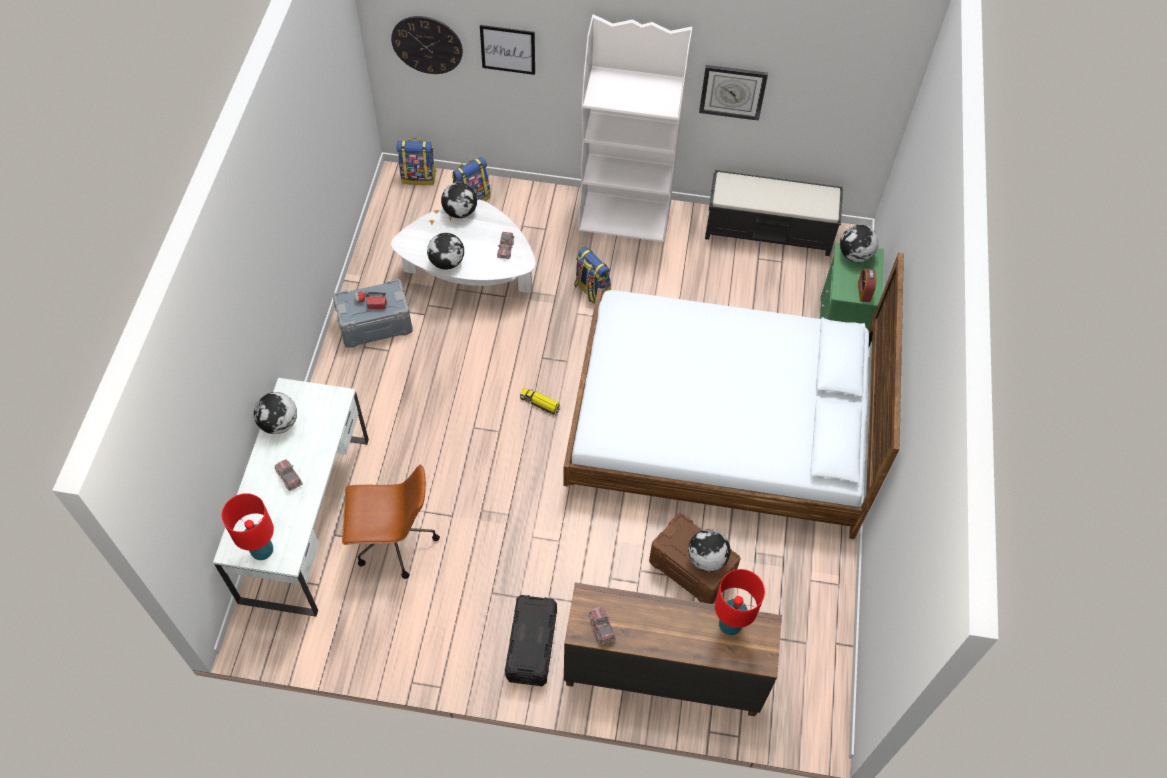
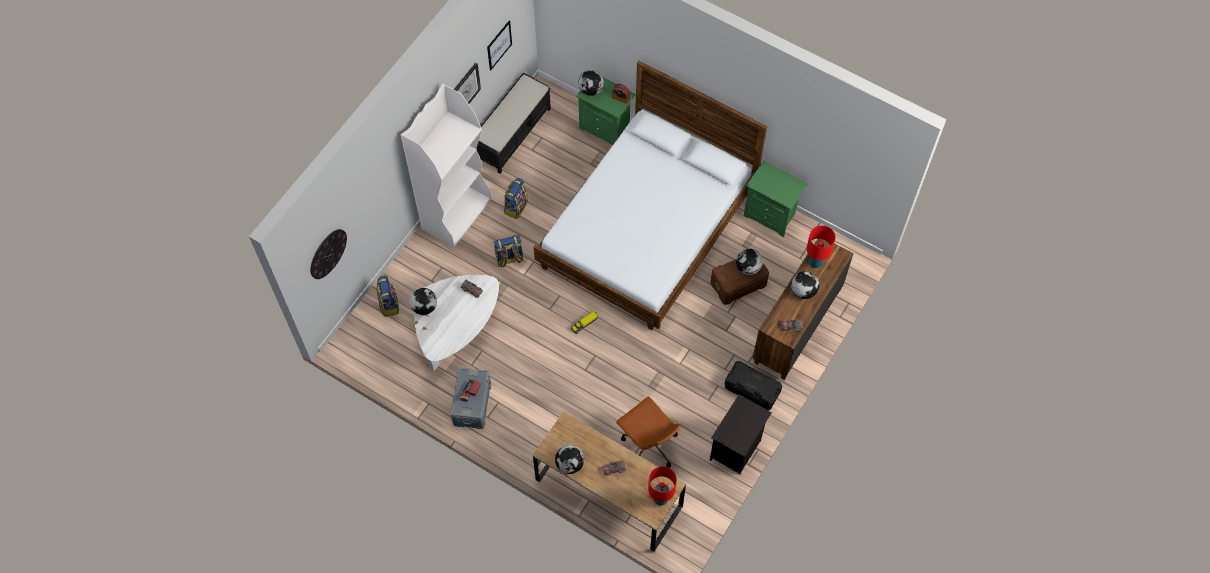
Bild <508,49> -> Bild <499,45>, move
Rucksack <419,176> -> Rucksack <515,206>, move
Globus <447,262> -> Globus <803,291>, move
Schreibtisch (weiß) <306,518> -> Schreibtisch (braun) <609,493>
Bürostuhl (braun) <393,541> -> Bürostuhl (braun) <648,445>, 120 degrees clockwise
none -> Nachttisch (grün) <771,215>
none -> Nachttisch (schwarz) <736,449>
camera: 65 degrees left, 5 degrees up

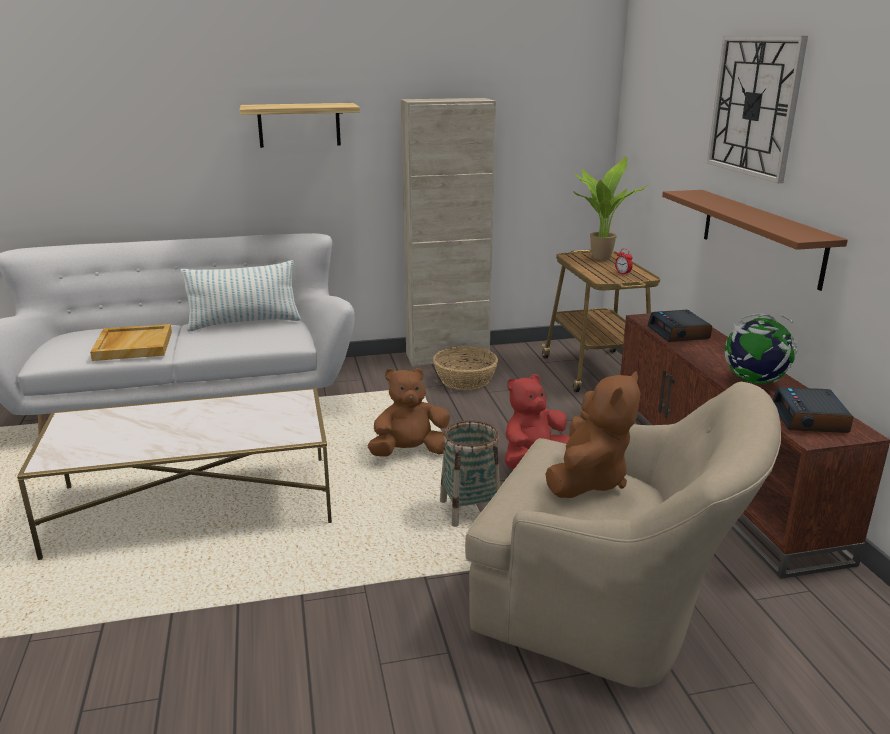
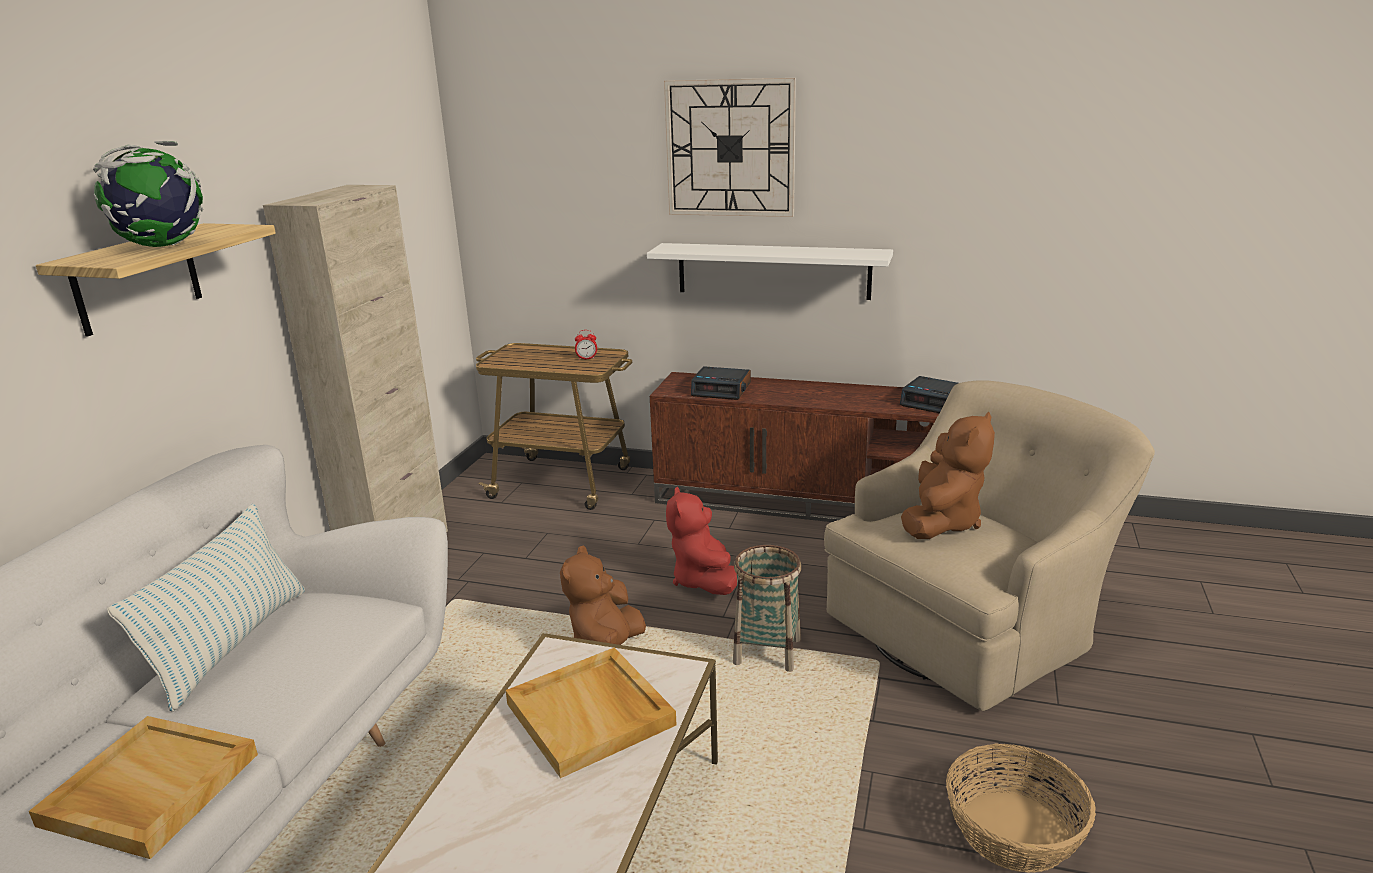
Topfpflanze <599,258> -> none
Wandregal (braun) <760,236> -> Wandregal (weiß) <773,271>
Globus <754,381> -> Globus <161,246>, move
Korb <465,379> -> Korb <1012,830>, move
Plüschtier (braun) <588,480> -> Plüschtier (braun) <942,522>, 60 degrees clockwise
none -> Tablett (beige) <592,714>
camera: 60 degrees left, 0 degrees up

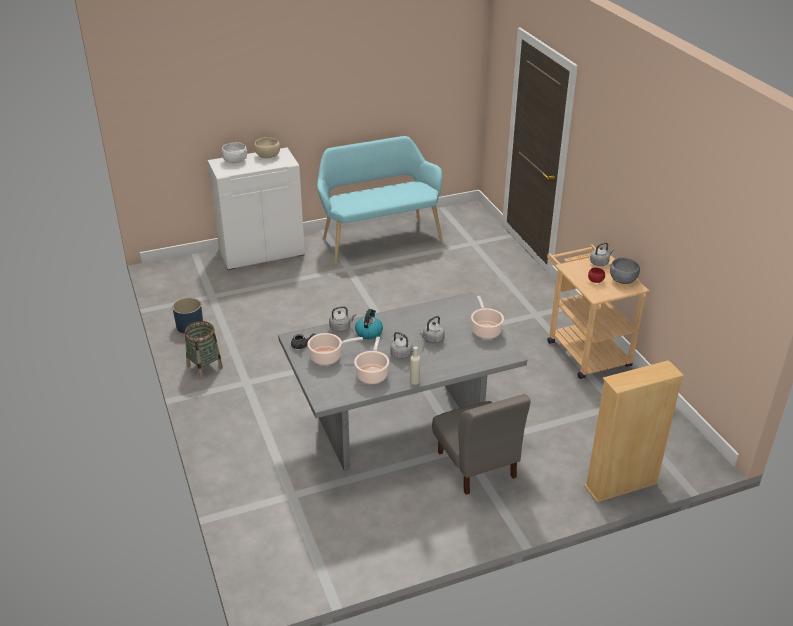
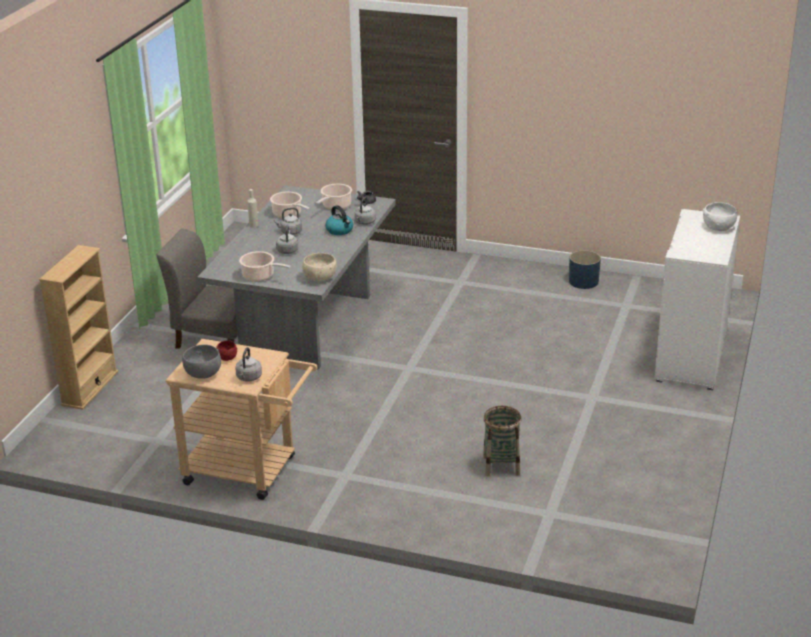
Bank (türkis) <379,238> -> none
Schüssel (beige) <268,156> -> Schüssel (beige) <319,278>, move
Korb <204,367> -> Korb <501,465>, move
camera: 130 degrees right, 5 degrees down

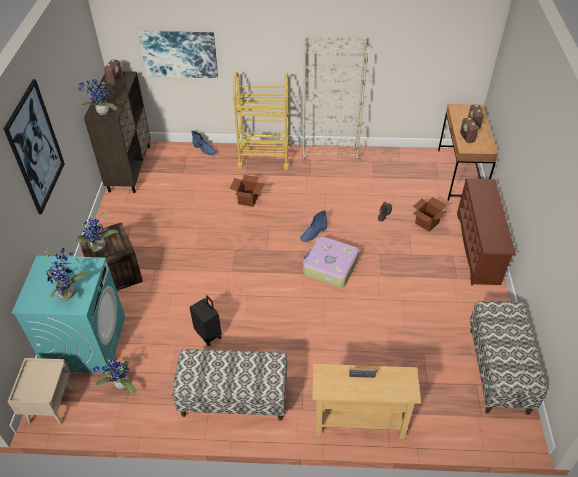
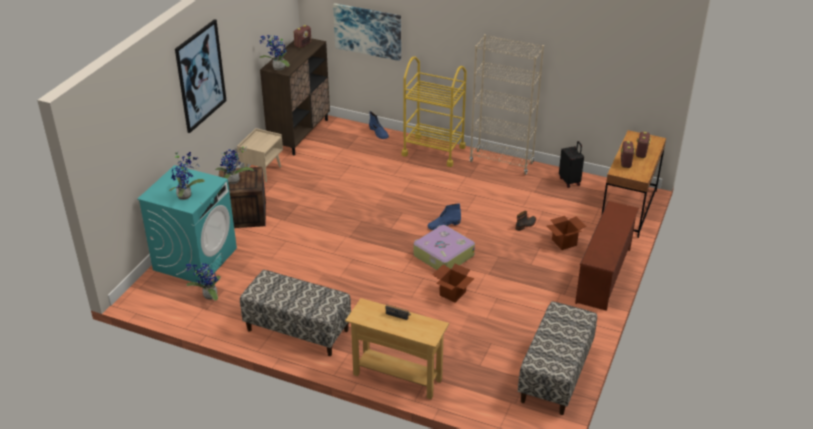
Karton <248,199> -> Karton <452,293>, move
Koffer (schwarz) <209,334> -> Koffer (schwarz) <570,181>, move
Nachttisch (beige) <50,405> -> Nachttisch (beige) <262,171>, move
camera: 20 degrees right, 10 degrees down

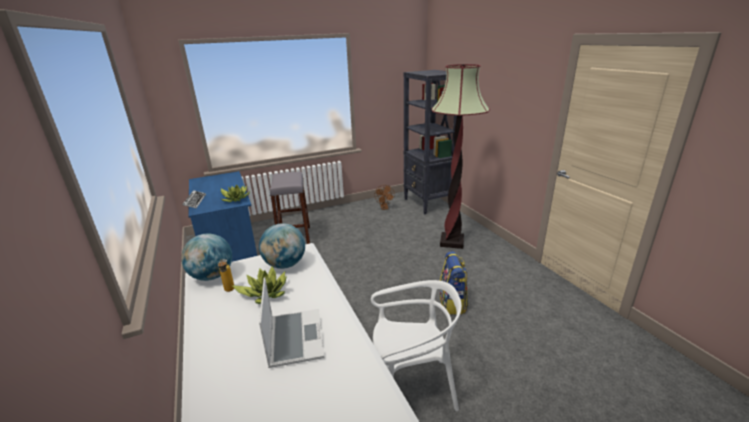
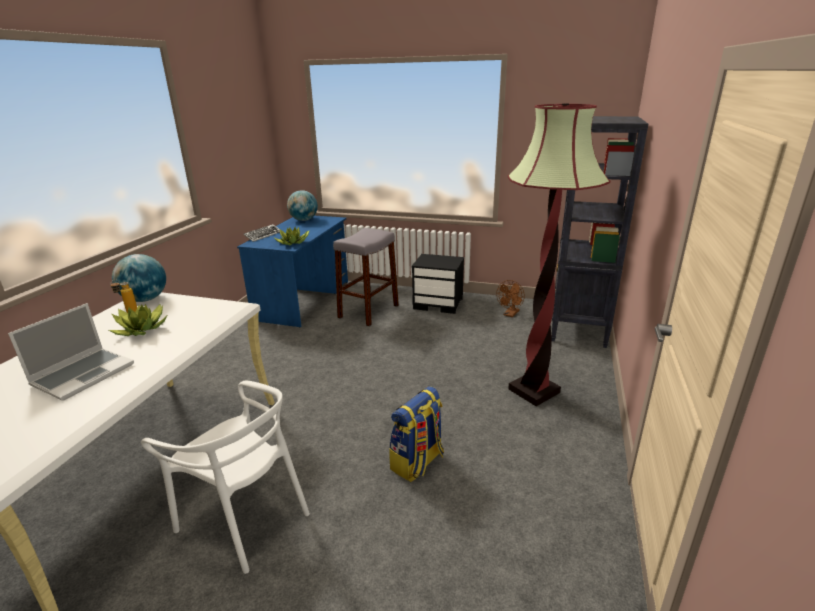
Globus <285,265> -> Globus <304,220>, move
none -> Nachttisch (schwarz) <438,303>
camera: 40 degrees right, 0 degrees up

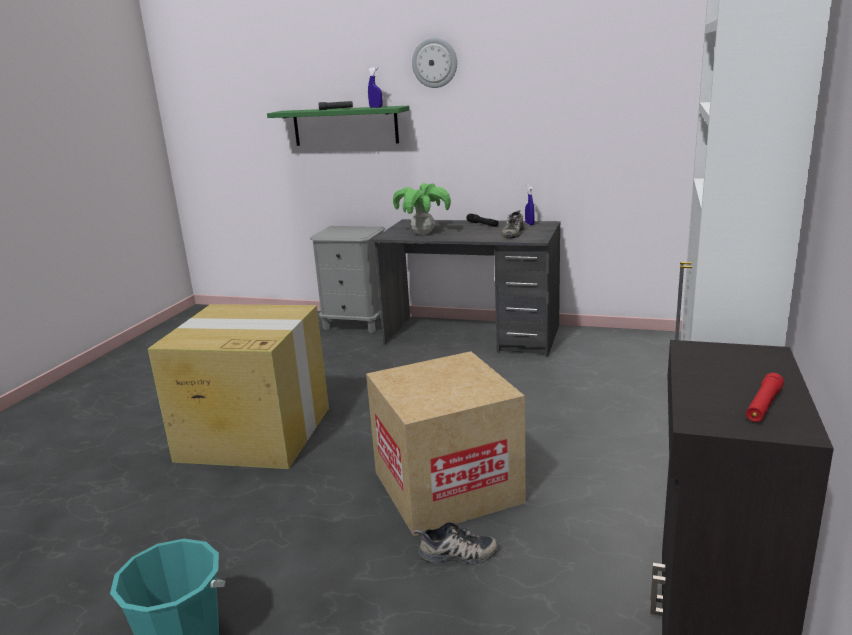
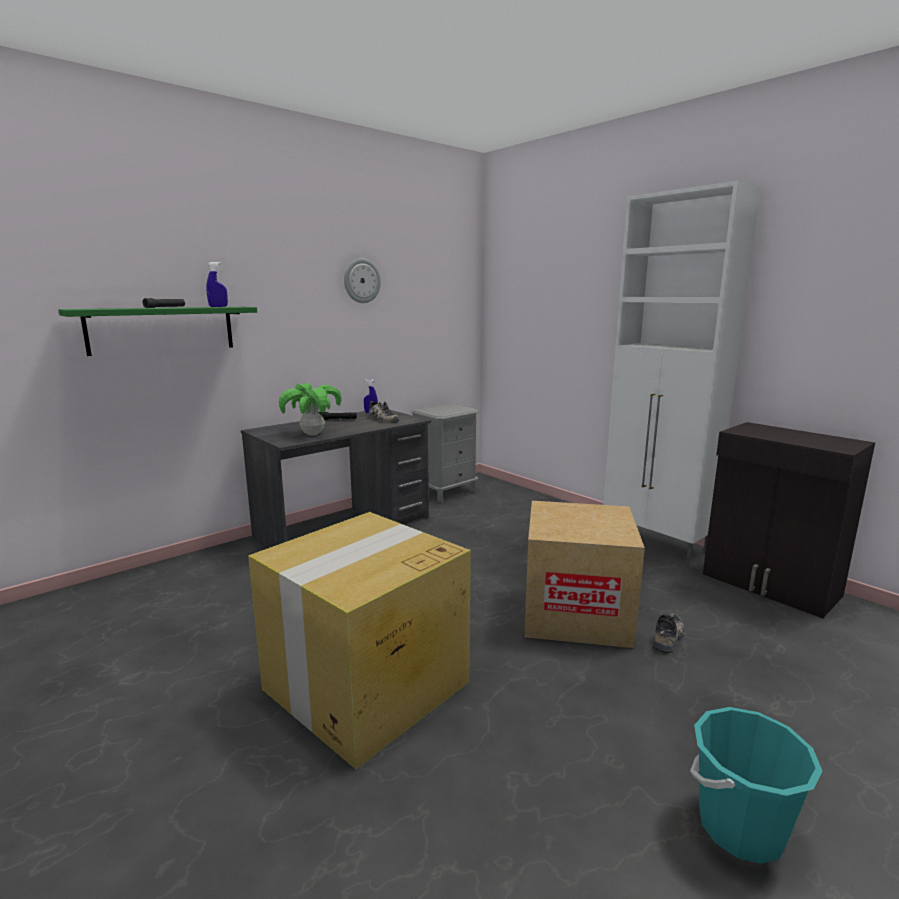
Wanduhr <434,63> -> Wanduhr <361,281>, move
Nachttisch (grau) <356,323> -> Nachttisch (grau) <446,491>, move
Taschenlampe (rot) <763,405> -> none
camera: 60 degrees left, 5 degrees down

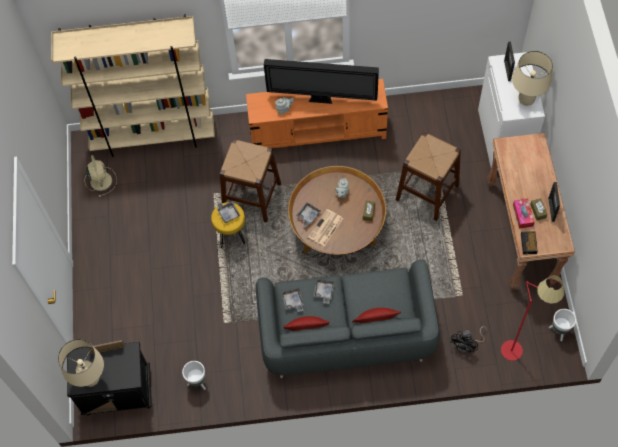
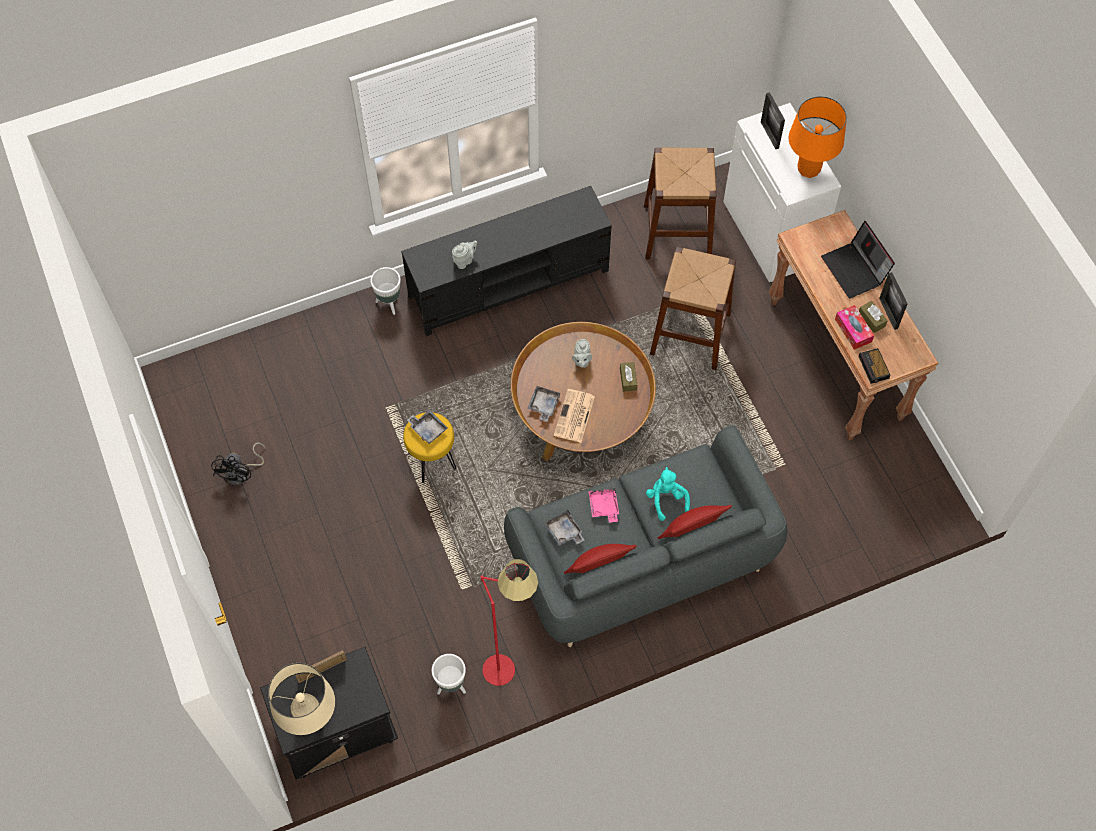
Bücherregal (beige) <154,137> -> none
Tischlampe (beige) <526,99> -> Tischlampe (orange) <808,169>
Fernseher <322,100> -> none
Fernsehschrank (orange) <318,131> -> Fernsehschrank (schwarz) <509,283>
Hocker (braun) <252,197> -> Hocker (braun) <677,231>, move
Ventilator (beige) <101,180> -> none
Stehlampe (rot) <520,346> -> Stehlampe (rot) <510,660>, move
Tablett (grau) <324,292> -> Tablett (rosa) <604,507>
Pflanzkübel (weiß) <558,331> -> Pflanzkübel (weiß) <389,303>, move
Ventilator (schwarz) <467,344> -> Ventilator (schwarz) <242,473>, move
none -> Laptop <855,270>
none -> Plüschtier (türkis) <666,499>
camera: 20 degrees left, 0 degrees up

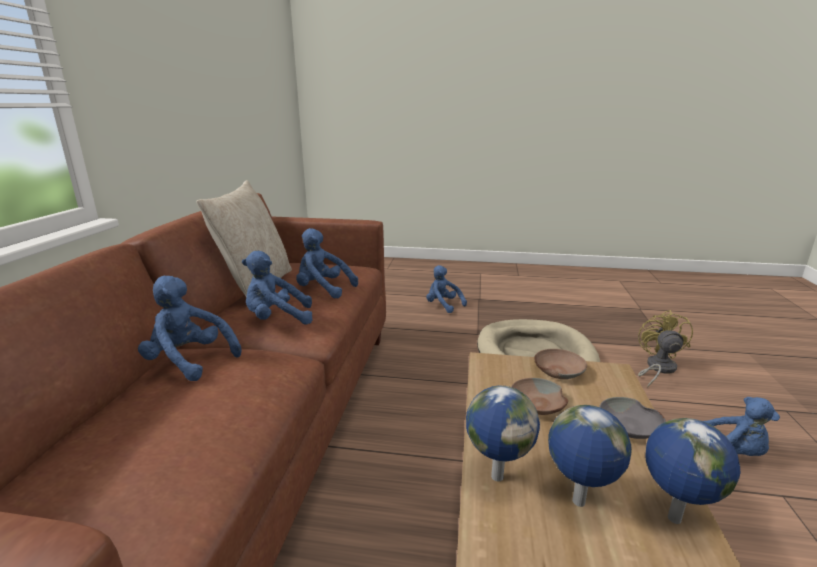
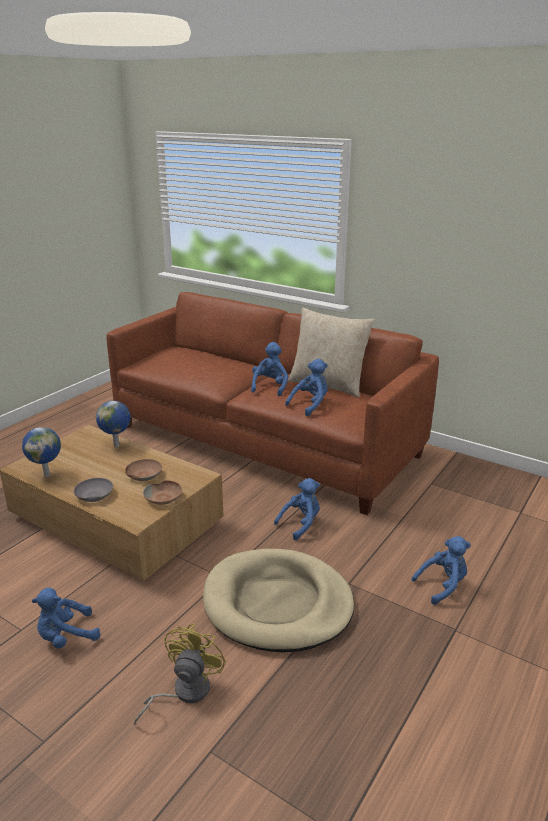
Plüschtier (blau) <189,361> -> Plüschtier (blau) <301,524>, move
Ventilator (gelb) <657,368> -> Ventilator (gelb) <184,692>, 105 degrees counterclockwise
Globus <578,503> -> none
camera: 115 degrees right, 5 degrees up

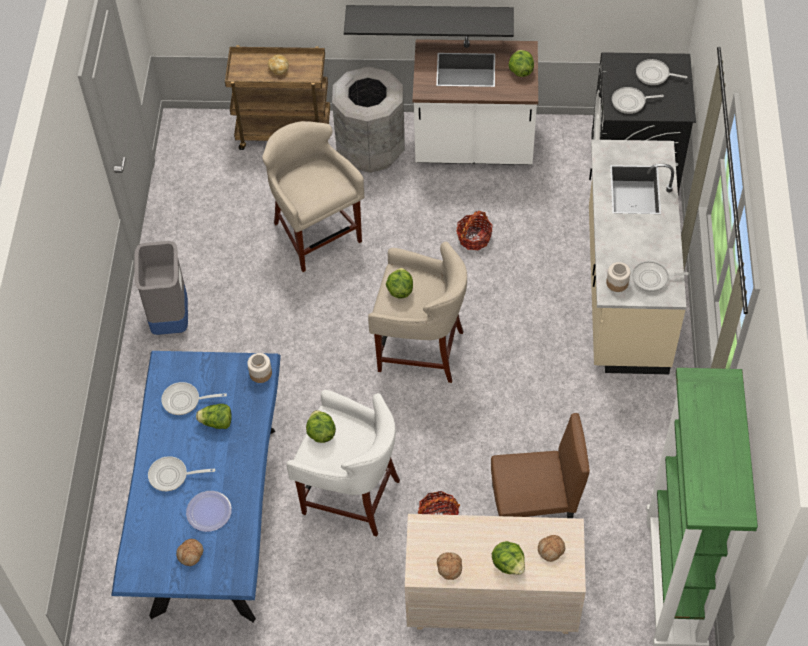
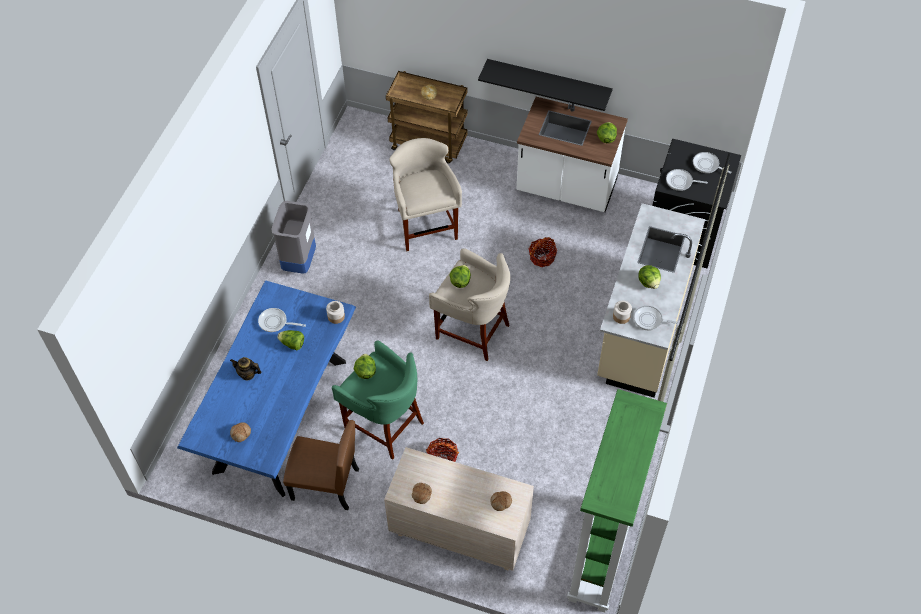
Mülleimer (grau) <371,149> -> none
Hocker (weiß) <351,494> -> Hocker (grün) <384,423>
Stuhl (braun) <533,509> -> Stuhl (braun) <325,484>, move
Pfanne <172,476> -> Teekanne <247,374>
Teller <209,511> -> none
Salatkopf <508,564> -> Salatkopf <649,282>, move
camera: 15 degrees right, 0 degrees up

